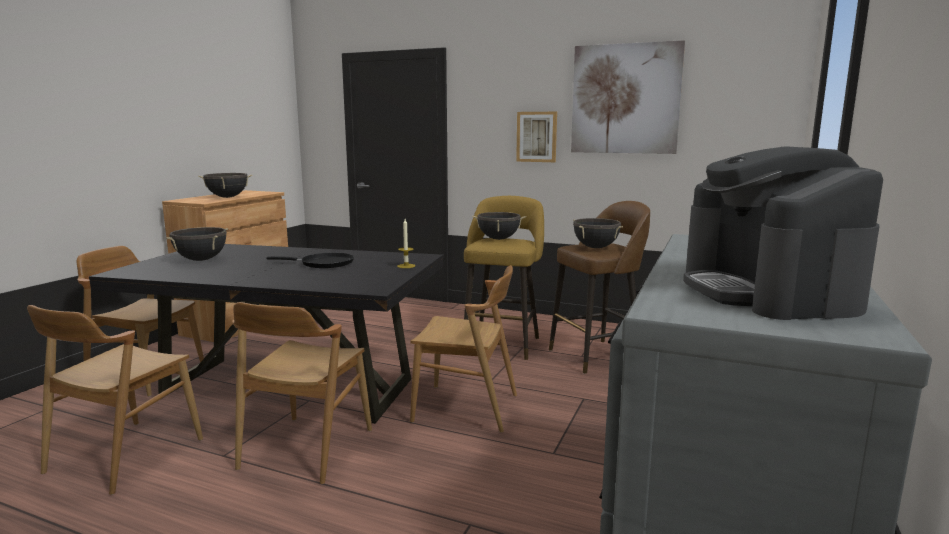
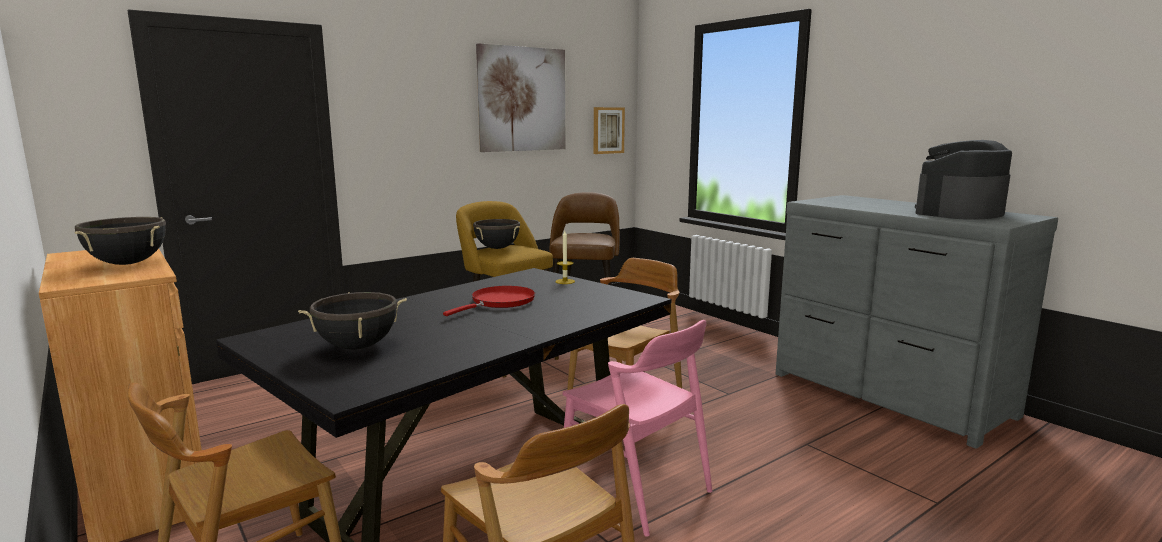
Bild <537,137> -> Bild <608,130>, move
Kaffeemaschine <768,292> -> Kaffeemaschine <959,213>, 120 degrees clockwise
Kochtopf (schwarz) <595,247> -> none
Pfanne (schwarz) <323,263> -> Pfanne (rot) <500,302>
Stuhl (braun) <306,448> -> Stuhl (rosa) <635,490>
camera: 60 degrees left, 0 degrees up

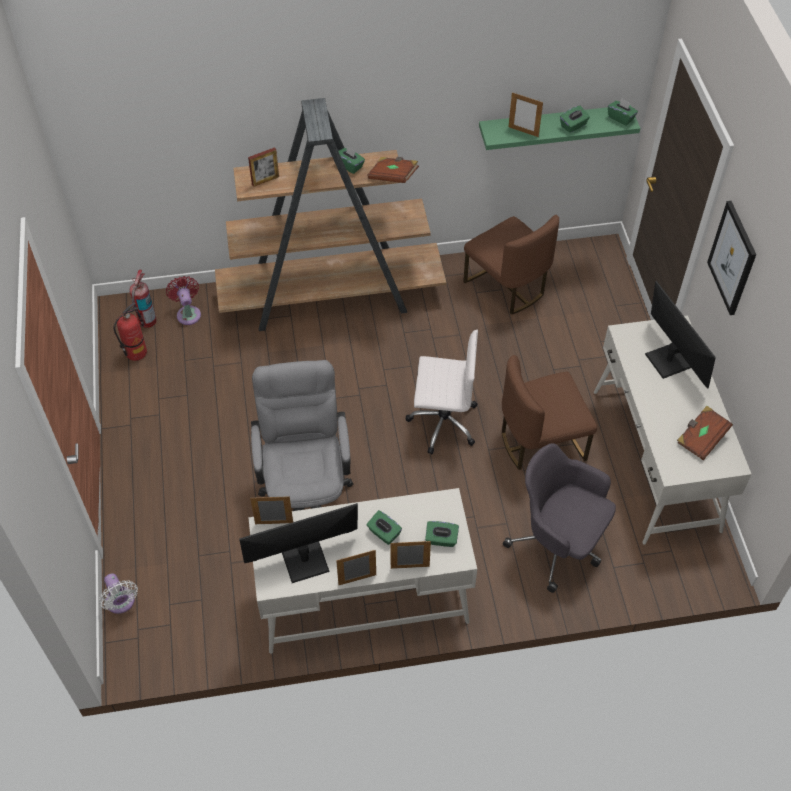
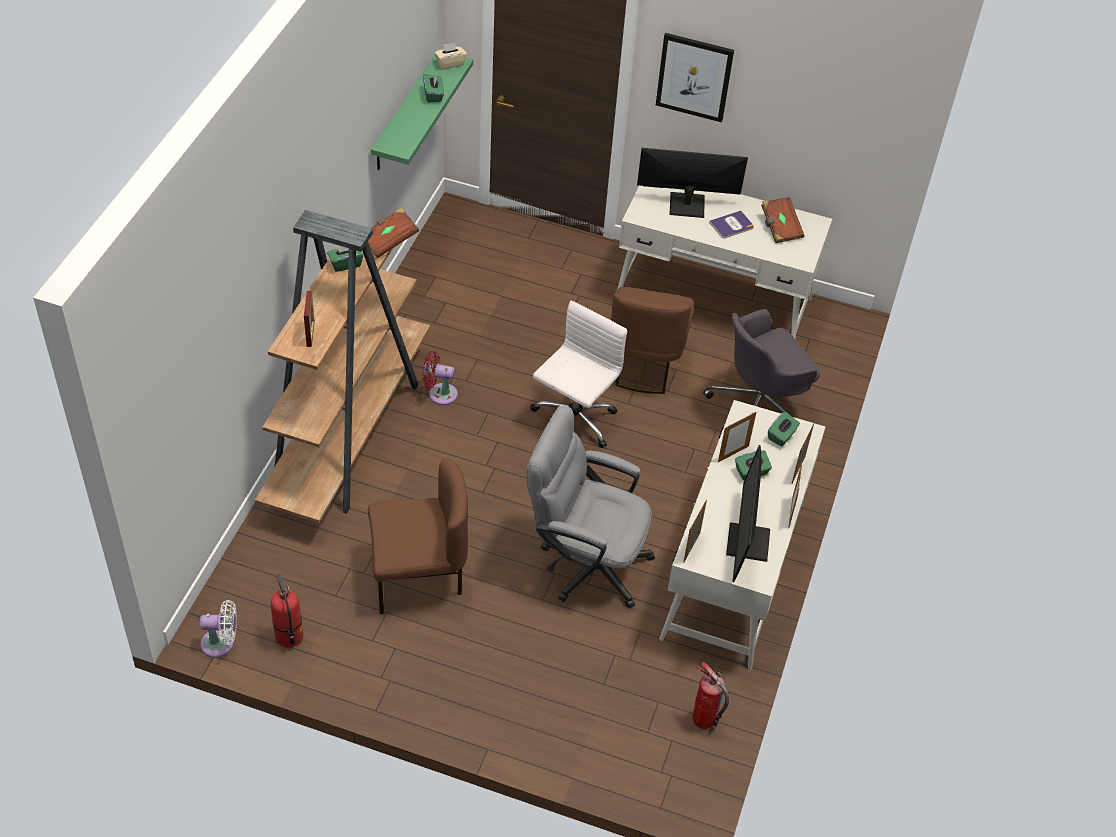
Bilderrahmen <523,131> -> Bilderrahmen <733,454>, move
Taschentuchbox (grün) <621,118> -> Taschentuchbox (beige) <450,63>
Stuhl (braun) <507,286> -> Stuhl (braun) <418,576>, move
Feuerlöscher <147,321> -> Feuerlöscher <703,719>, move
Ventilator (rot) <188,313> -> Ventilator (rot) <439,393>, move
Ventilator (weiß) <121,603> -> Ventilator (weiß) <221,643>, move
none -> Buch <731,225>
camera: 65 degrees left, 5 degrees down

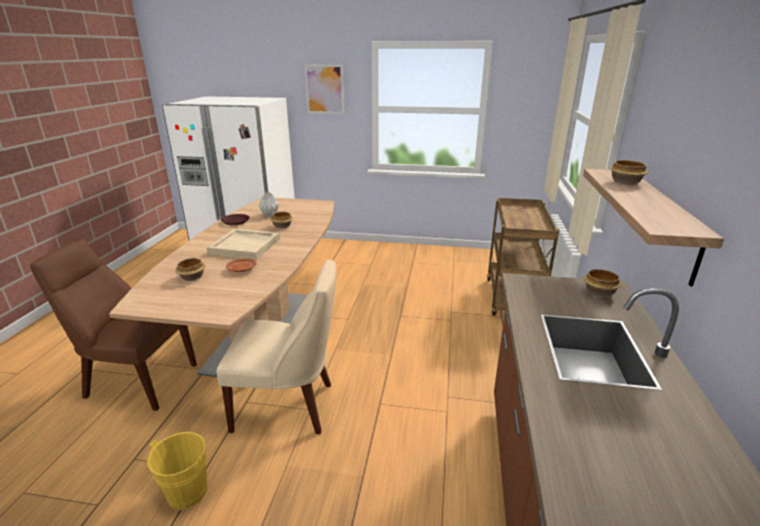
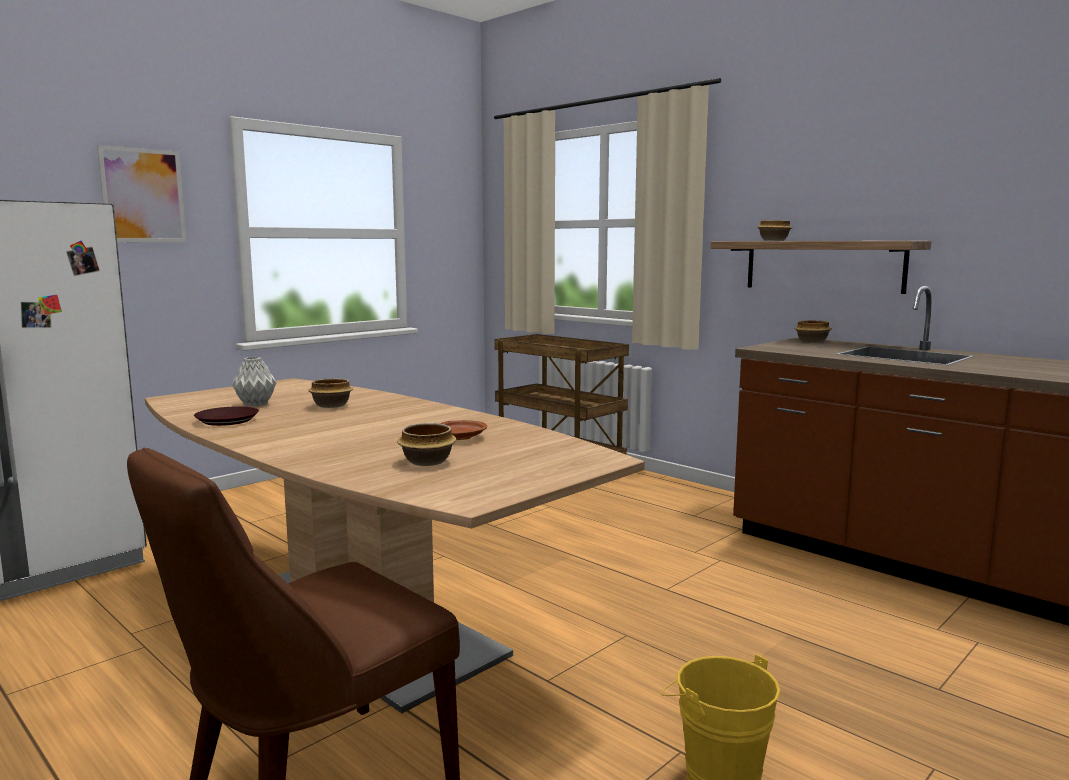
Tablett (beige) <246,246> -> none
Stuhl (beige) <289,406> -> none
camera: 55 degrees left, 15 degrees down

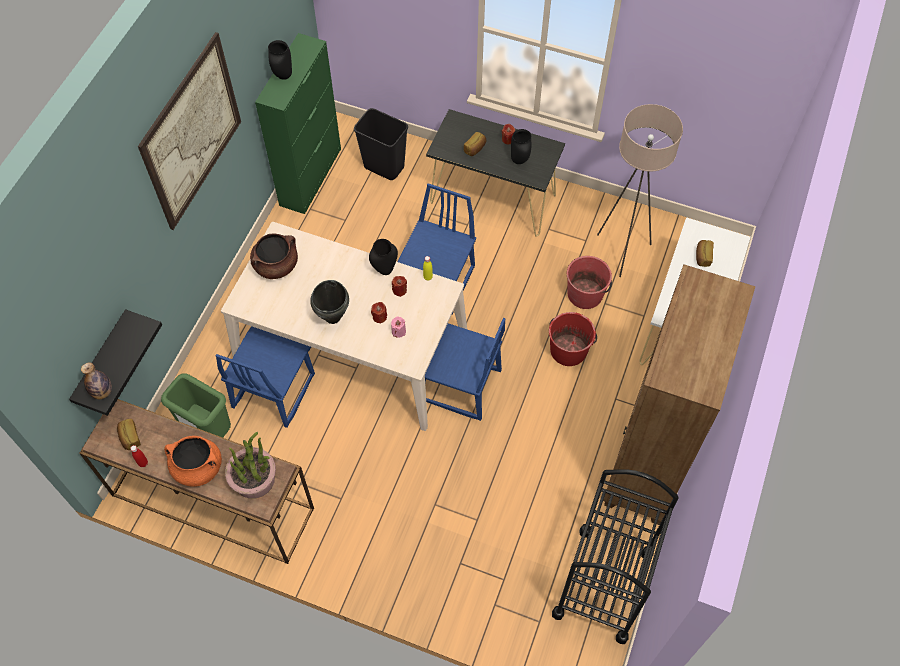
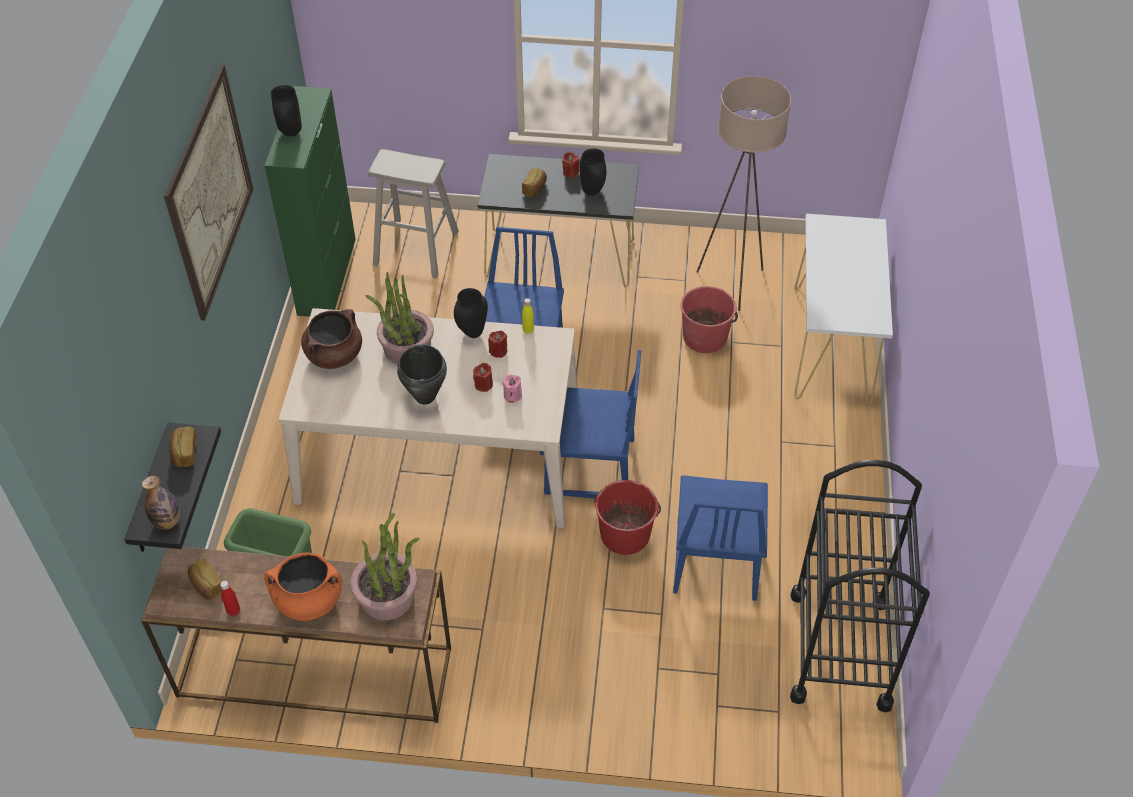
Mülleimer (schwarz) <385,167> -> Hocker (beige) <416,248>
Brot <702,257> -> Brot <184,453>, move
Bücherregal (braun) <645,465> -> none
Eimer (rot) <568,350> -> Eimer (rot) <625,534>, move
Stuhl (blau) <273,390> -> Stuhl (blau) <714,561>, move
none -> Topfpflanze <406,348>
camera: 15 degrees left, 10 degrees down

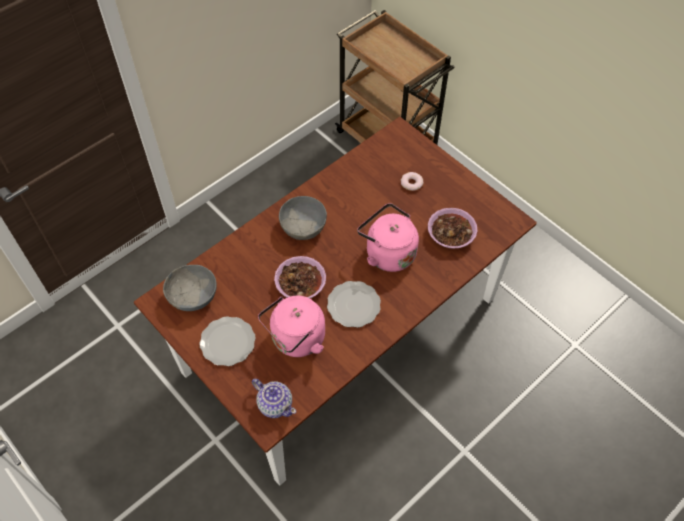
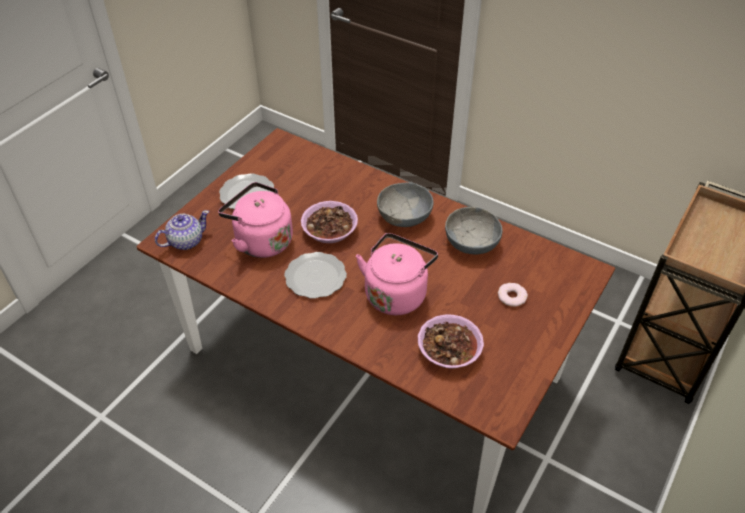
Schüssel (grau) <193,296> -> Schüssel (grau) <470,243>, move
Teekanne <275,404> -> Teekanne <185,241>, 150 degrees counterclockwise
camera: 75 degrees right, 10 degrees down

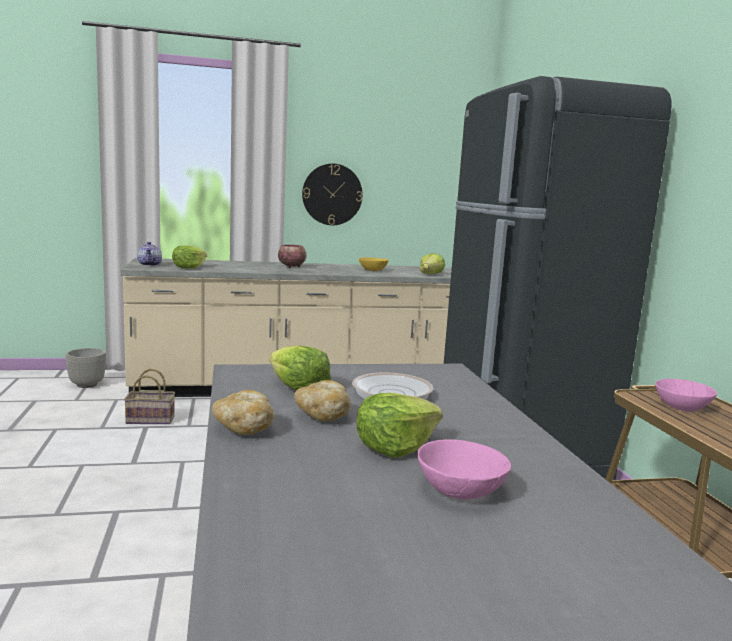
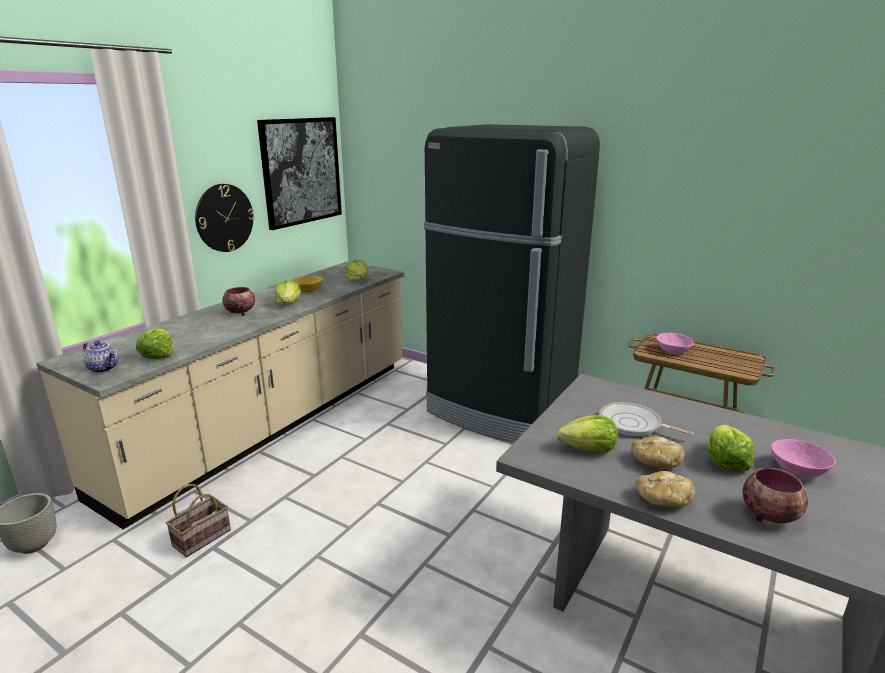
none -> Bild <301,171>
none -> Salatkopf <288,304>
none -> Schüssel <770,516>
camera: 45 degrees left, 10 degrees up

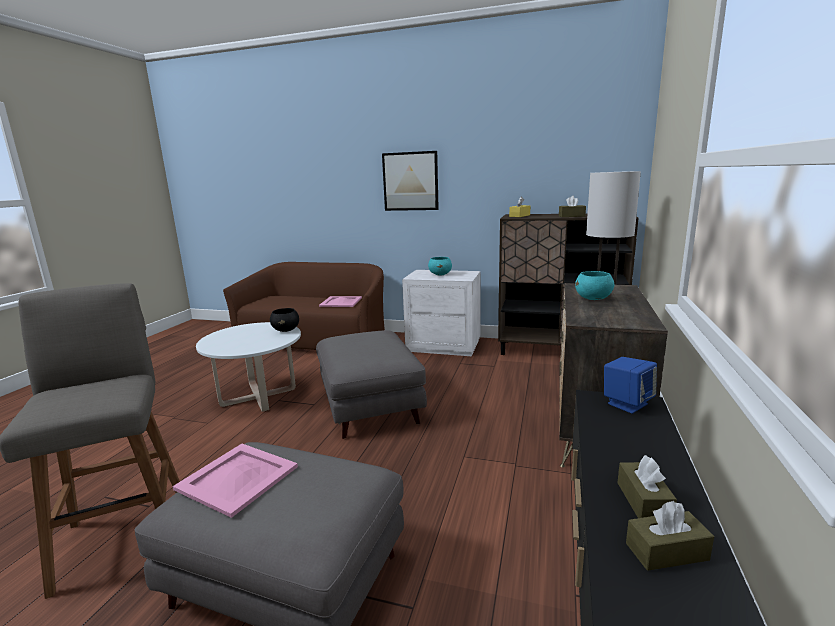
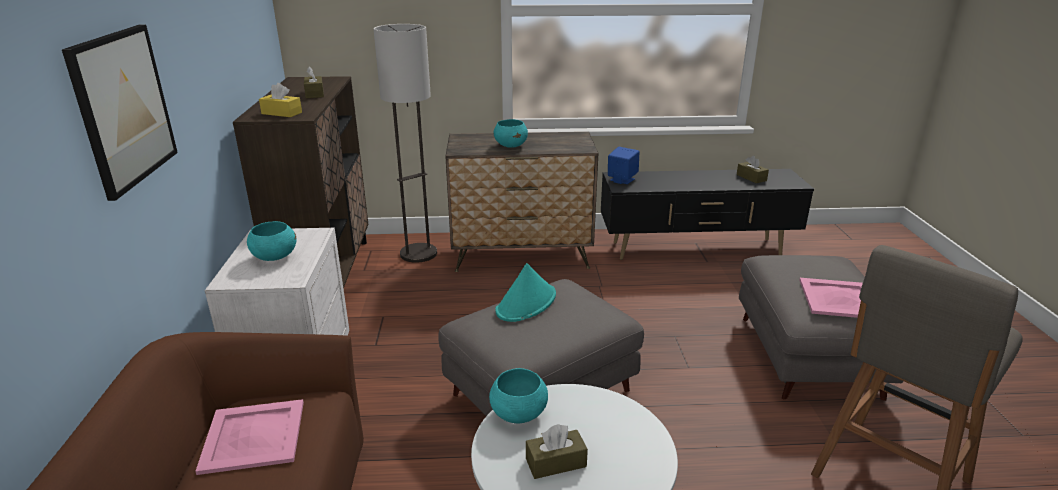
Schüssel (schwarz) <286,330> -> Schüssel (türkis) <518,414>
Taschentuchbox (braun) <643,501> -> Taschentuchbox (braun) <556,462>, move
none -> Hut (türkis) <526,303>
camera: 110 degrees left, 10 degrees up

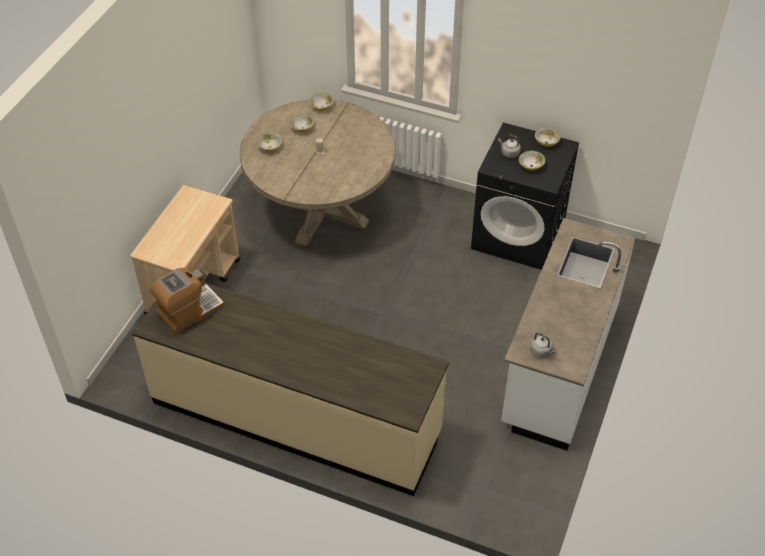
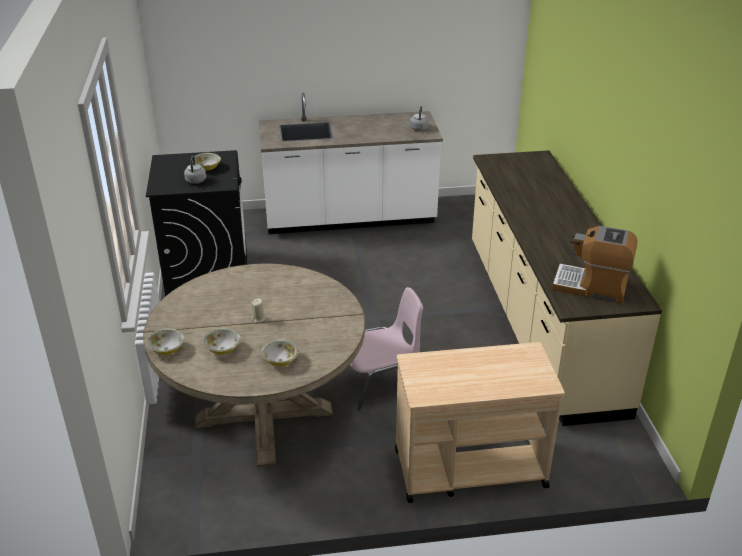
Schüssel <546,142> -> none
none -> Stuhl (rosa) <381,382>
camera: 120 degrees left, 15 degrees down

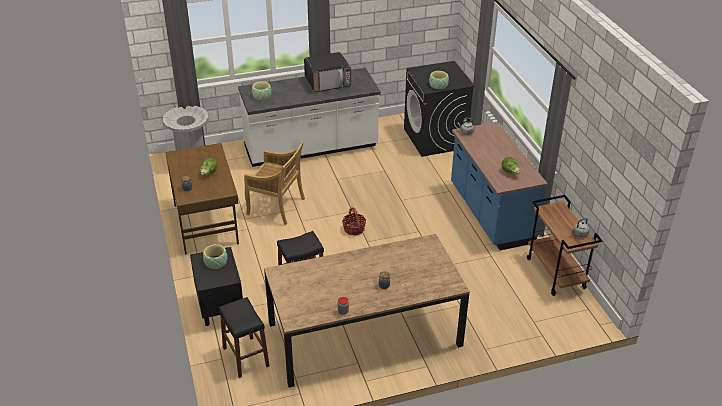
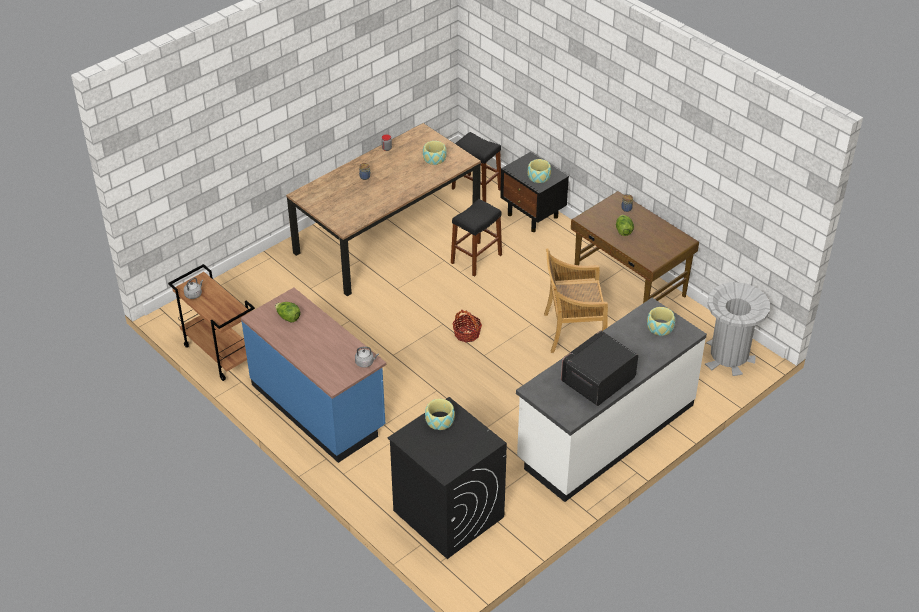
none -> Schüssel <434,158>
camera: 155 degrees right, 5 degrees up

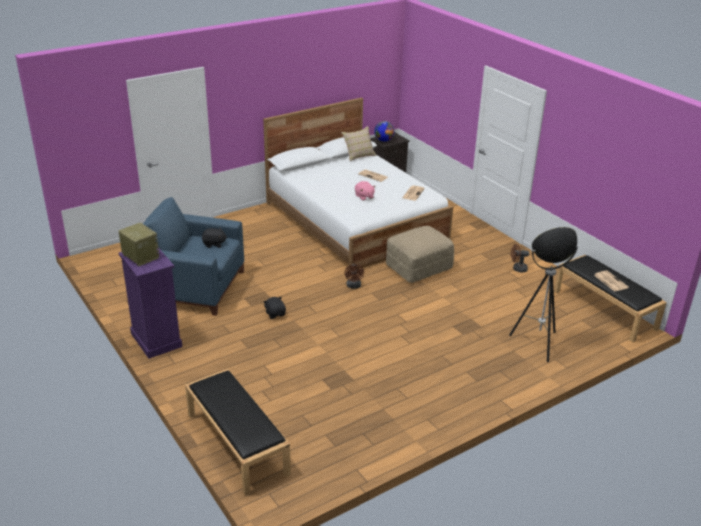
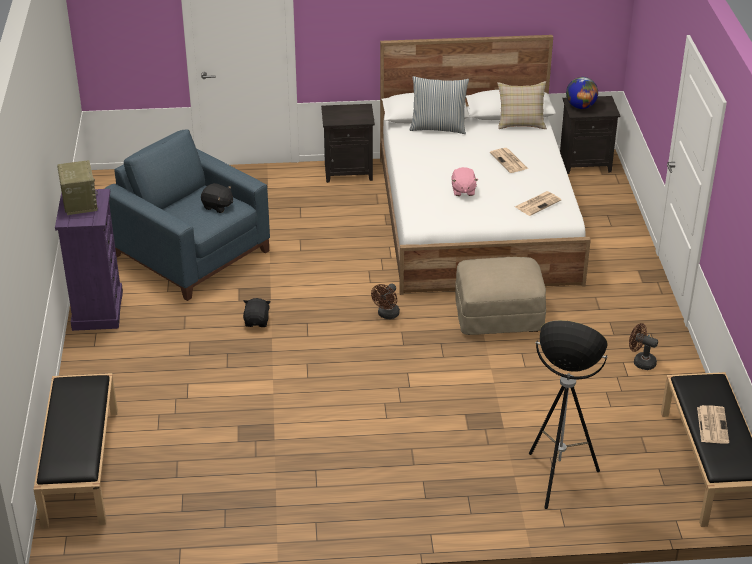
none -> Kissen <438,127>
none -> Nachttisch (schwarz) <349,171>
camera: 30 degrees right, 5 degrees up

